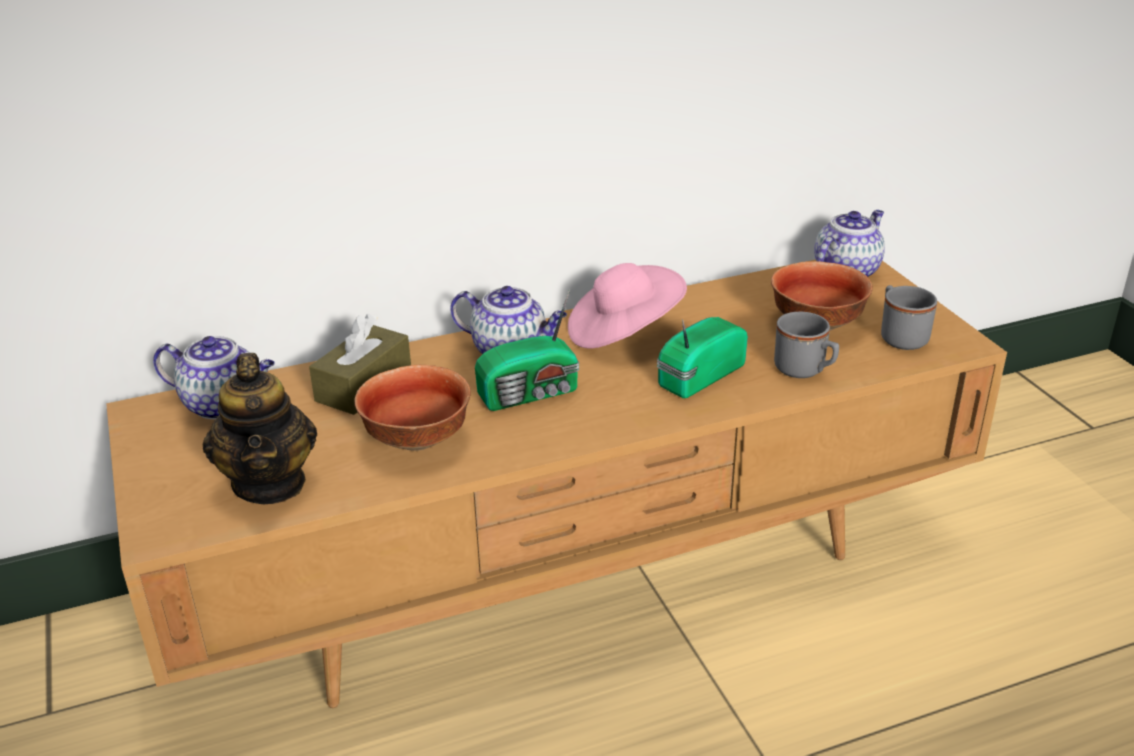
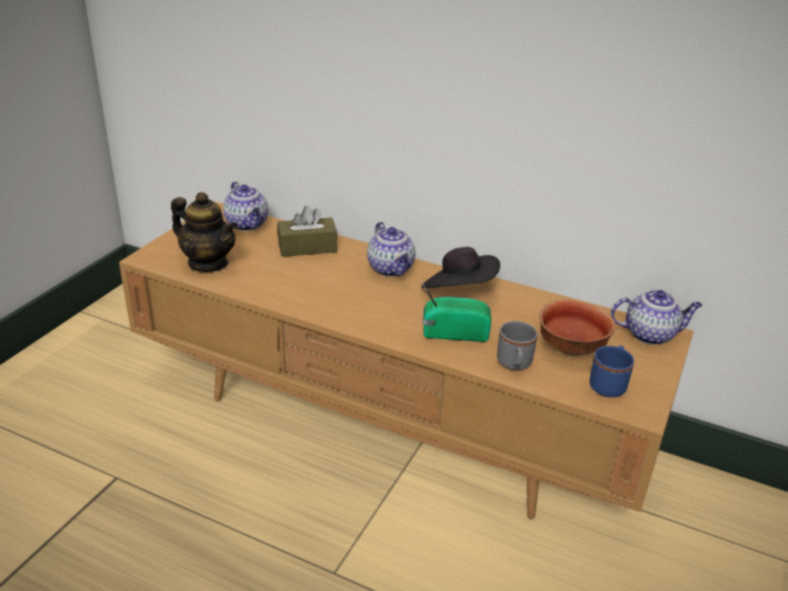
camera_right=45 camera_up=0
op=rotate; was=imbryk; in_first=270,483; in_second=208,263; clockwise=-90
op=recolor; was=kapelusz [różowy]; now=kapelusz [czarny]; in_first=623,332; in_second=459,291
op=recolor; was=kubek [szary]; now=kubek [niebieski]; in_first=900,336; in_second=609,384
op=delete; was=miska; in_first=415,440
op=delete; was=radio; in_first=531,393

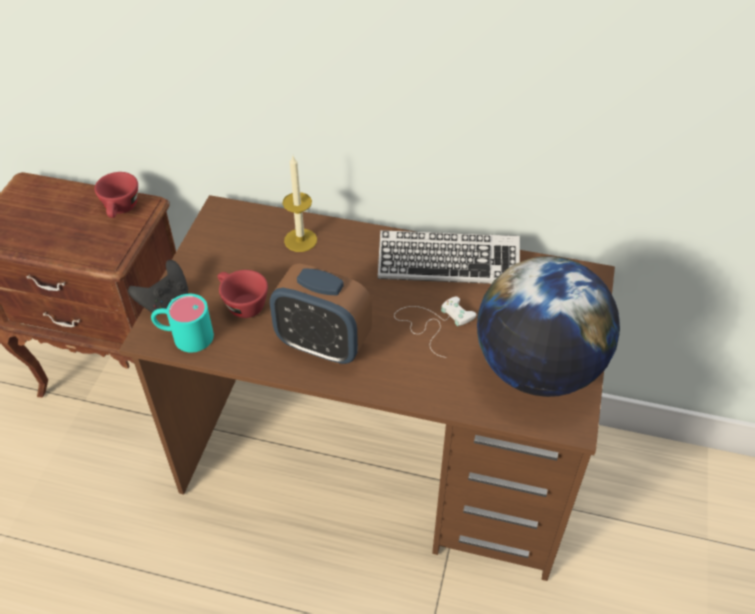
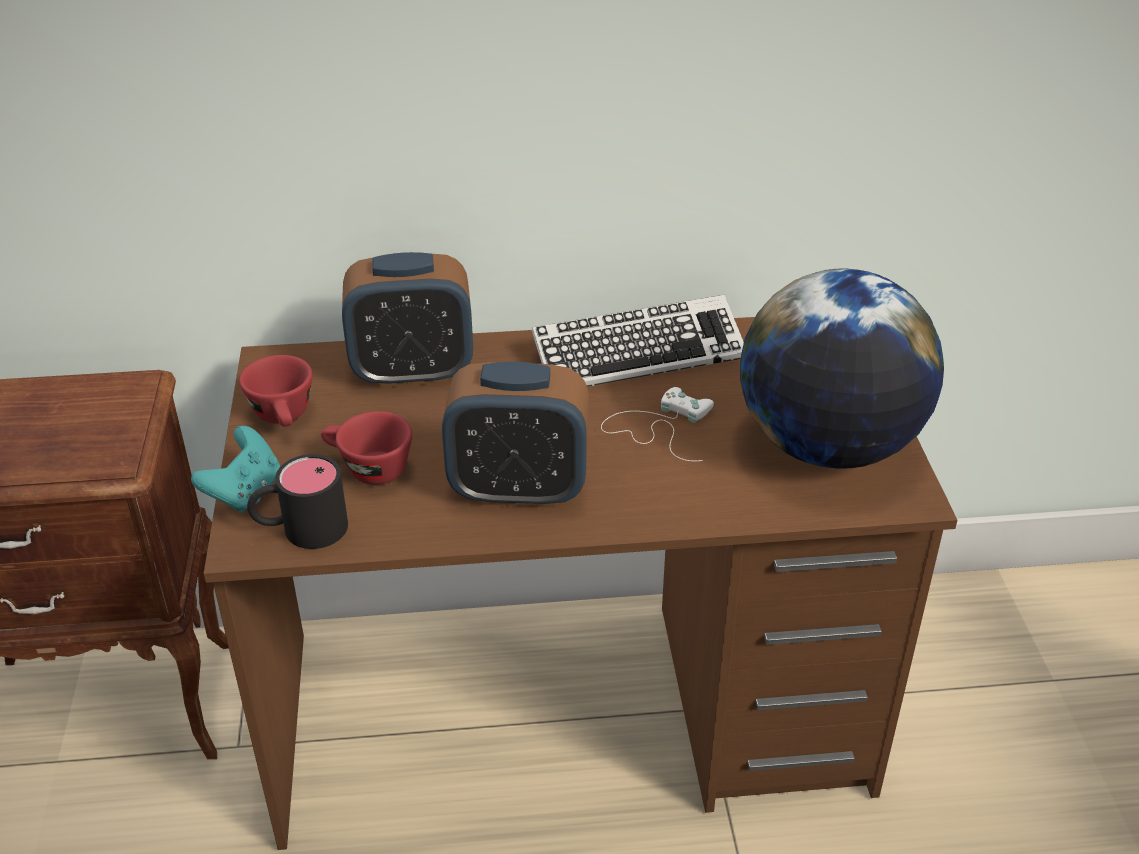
camera_right=-20 camera_up=-10
op=recolor; was=pad do gier [czarny]; now=pad do gier [turkusowy]; in_first=165,301; in_second=245,493
op=move; was=filiżanka [czerwony]; in_first=121,210; in_second=284,417
op=recolor; was=kubek [turkusowy]; now=kubek [czarny]; in_first=184,336; in_second=300,529
op=replace; was=świeca; now=budzik; in_first=300,240; in_second=413,372

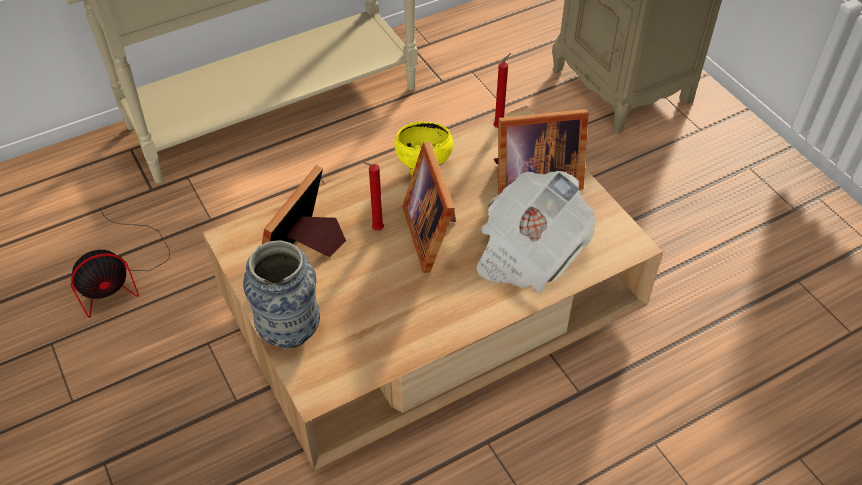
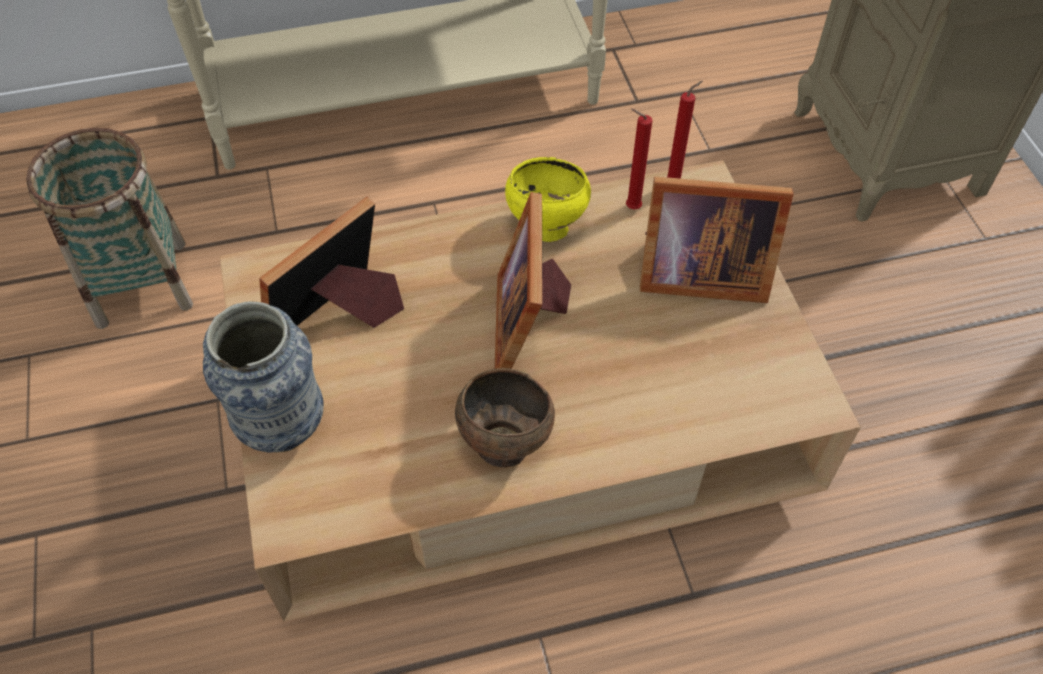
camera_right=15 camera_up=5
op=replace; was=wentylator; now=koszyk; in_first=120,276; in_second=141,283
op=insert; now=miska [brązowy]; in_second=503,443
op=move; was=świeca [czerwony]; in_first=376,229; in_second=630,208
op=delete; was=gazeta; in_first=528,251

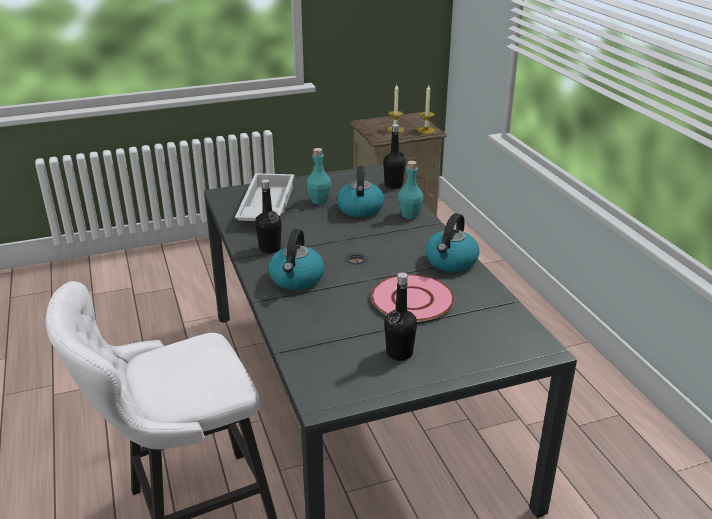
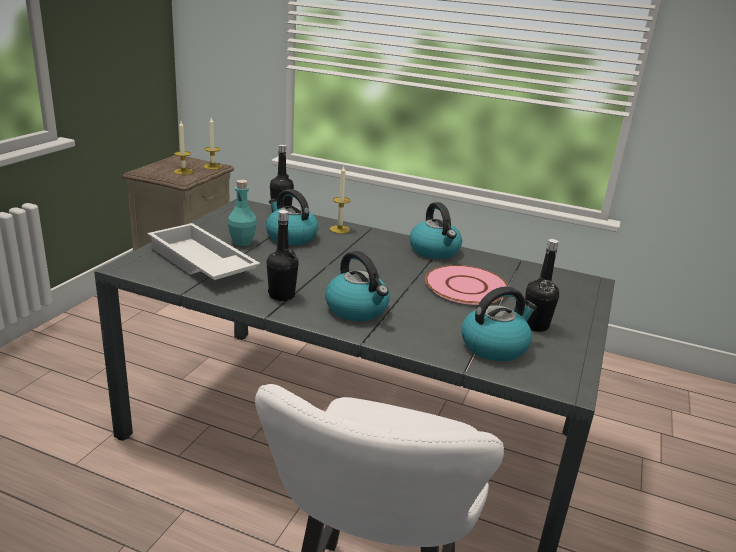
camera_right=-50 camera_up=-5
op=replace; was=butelka [turkusowy]; now=świeca; in_first=409,215; in_second=339,229
op=insert; now=czajnik; in_second=494,346

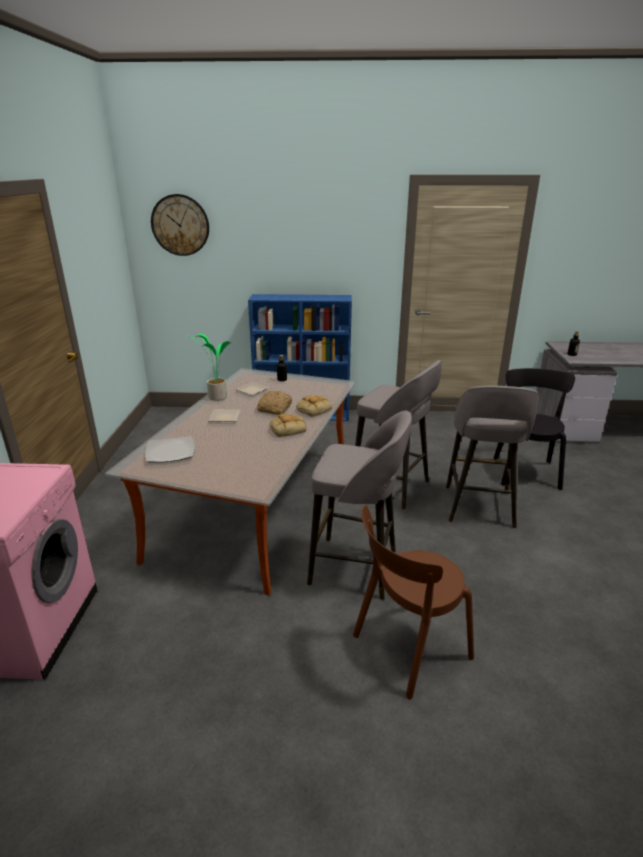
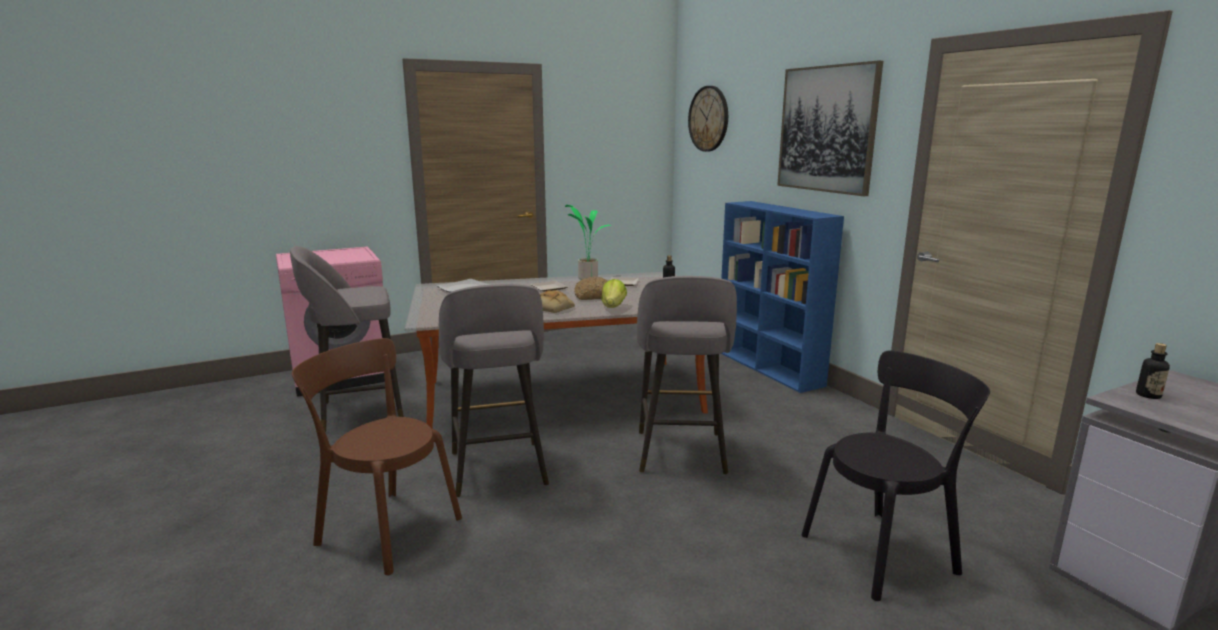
camera_right=60 camera_up=-10
op=move; was=stołek [szary]; in_first=479,508; in_second=359,412
op=replace; was=chleb; now=sałata; in_first=314,409; in_second=613,307
op=insert; now=obraz; in_second=827,129

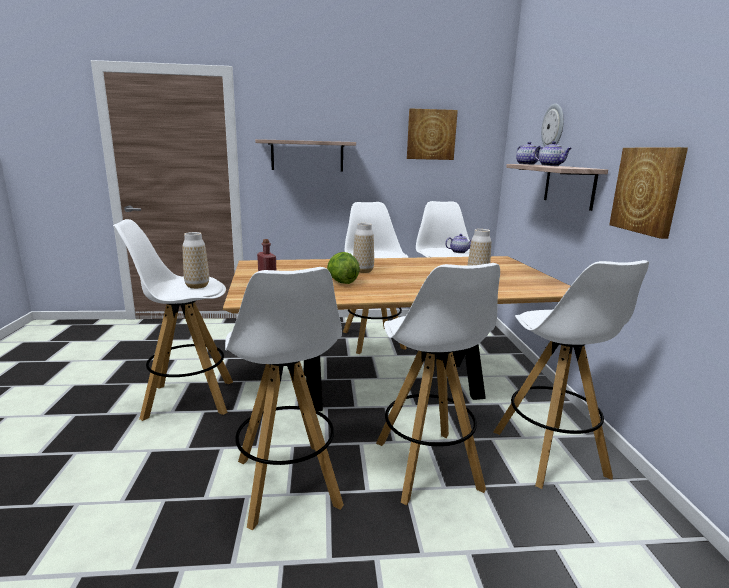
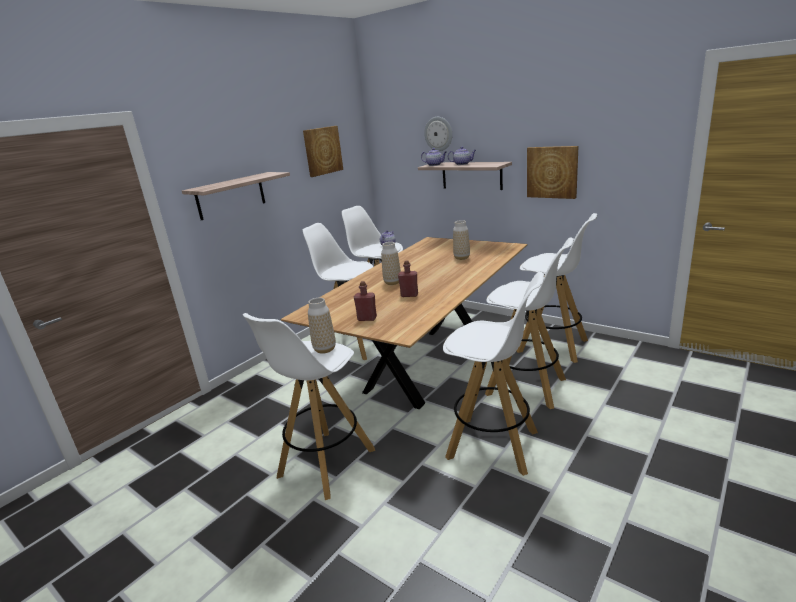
camera_right=-45 camera_up=5
op=replace; was=sałata; now=butelka [czerwony]; in_first=342,282; in_second=409,295

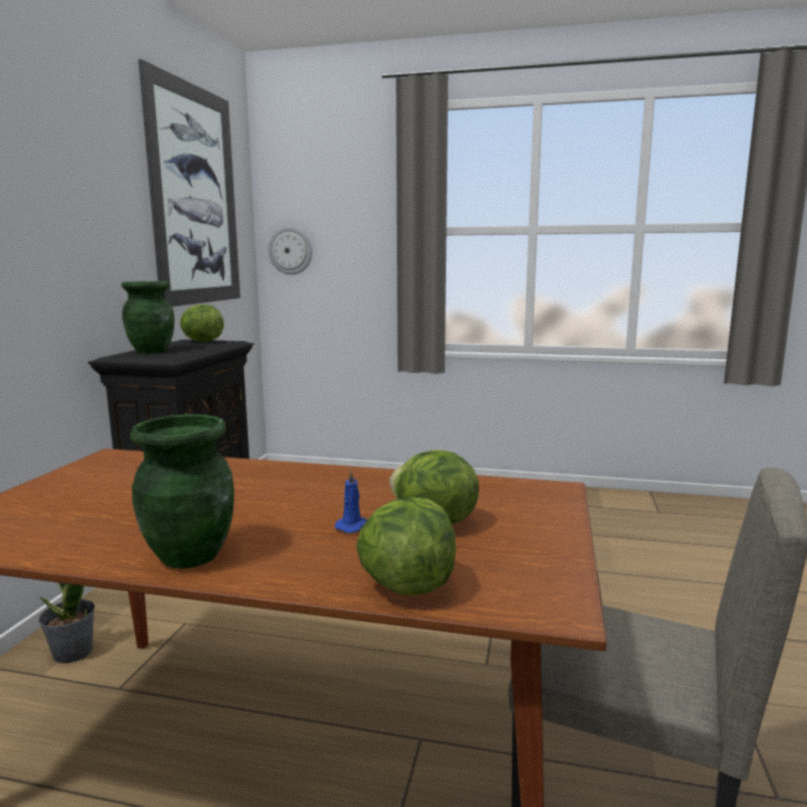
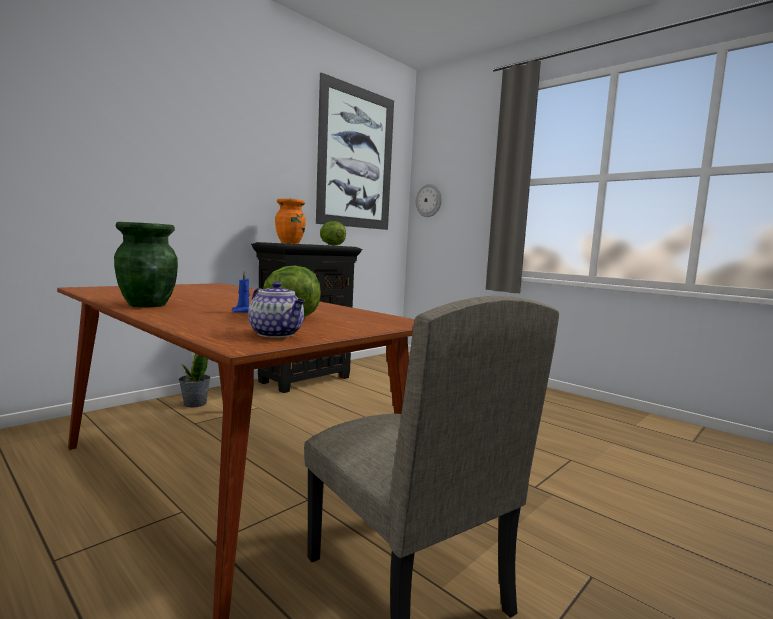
camera_right=30 camera_up=-5
op=insert; now=imbryk; in_second=277,334
op=recolor; was=wazon [zielony]; now=wazon [pomarańczowy]; in_first=152,351; in_second=290,243
op=delete; was=sałata; in_first=407,585

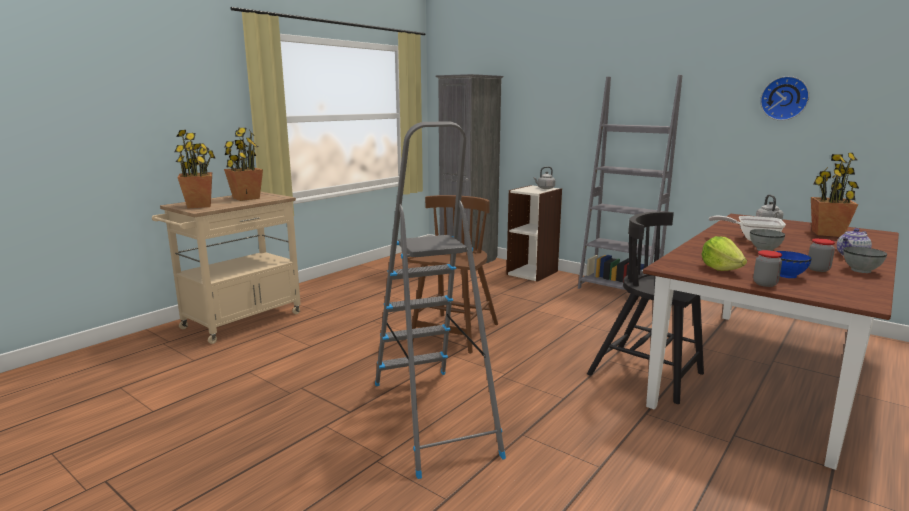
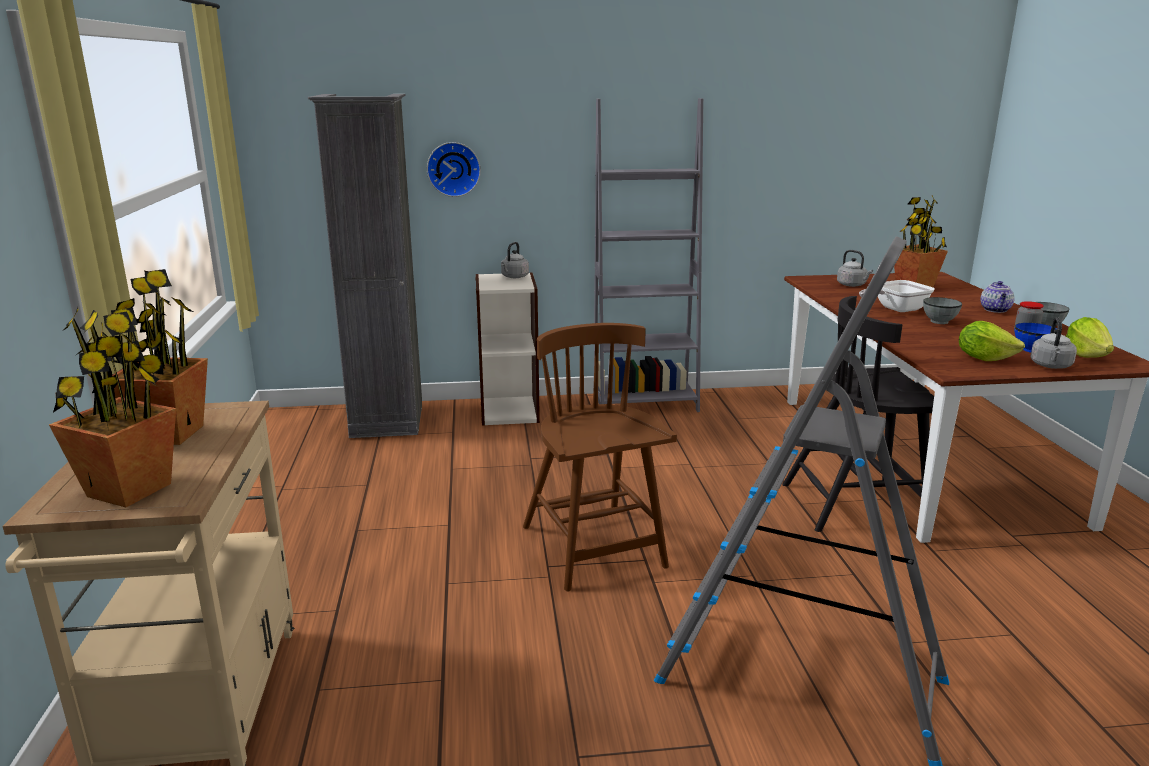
camera_right=-45 camera_up=5
op=move; was=zegar ścienny; in_first=784,98; in_second=453,169
op=replace; was=słoik; now=czajnik [szary]; in_first=765,284; in_second=1051,366
op=insert; now=sałata; in_second=1086,355

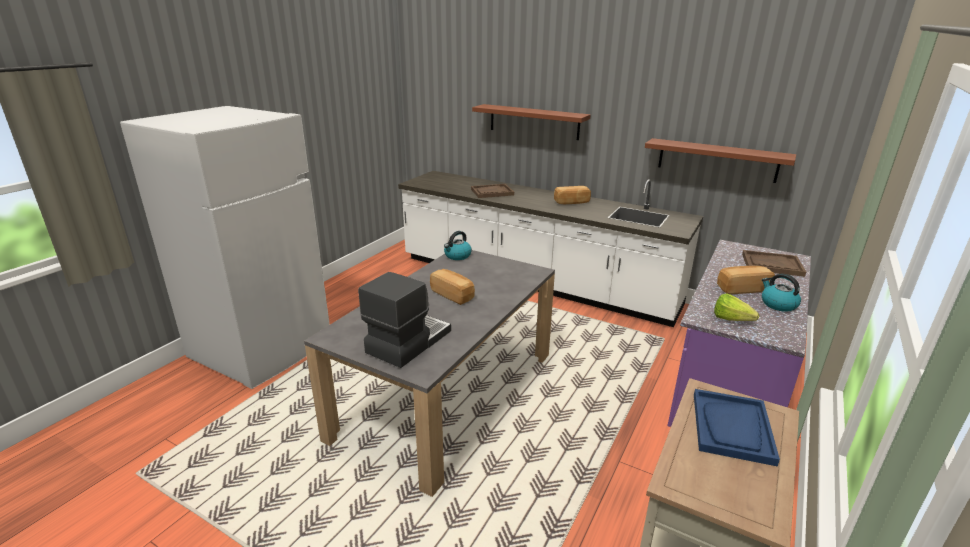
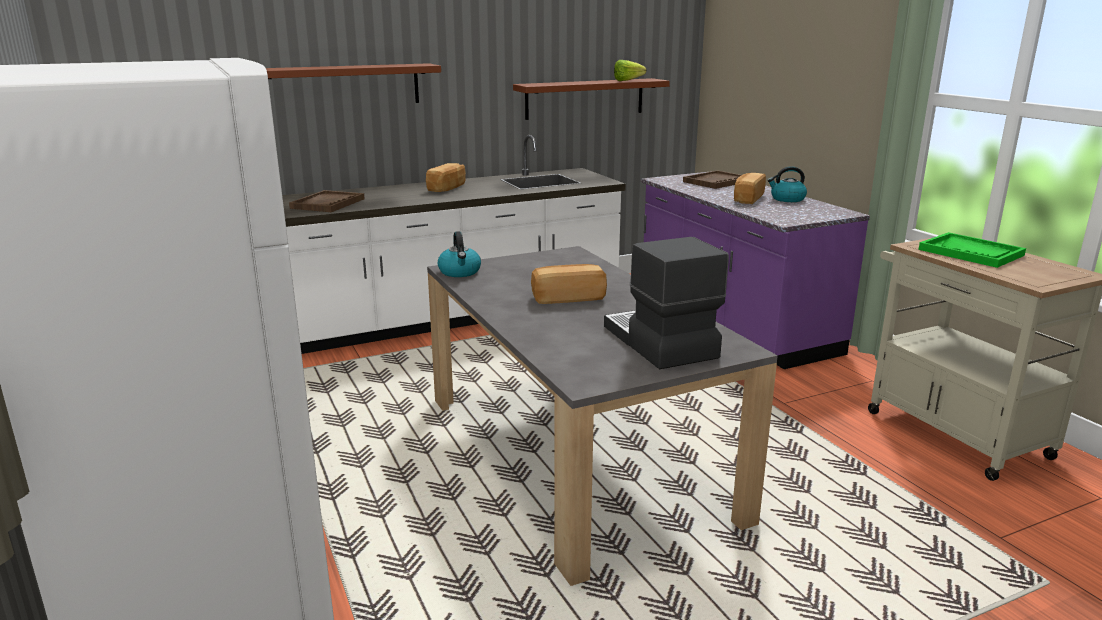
camera_right=-55 camera_up=-5
op=move; was=sałata; in_first=734,321; in_second=630,81
op=recolor; was=taca [niebieski]; now=taca [zielony]; in_first=732,428; in_second=971,252

